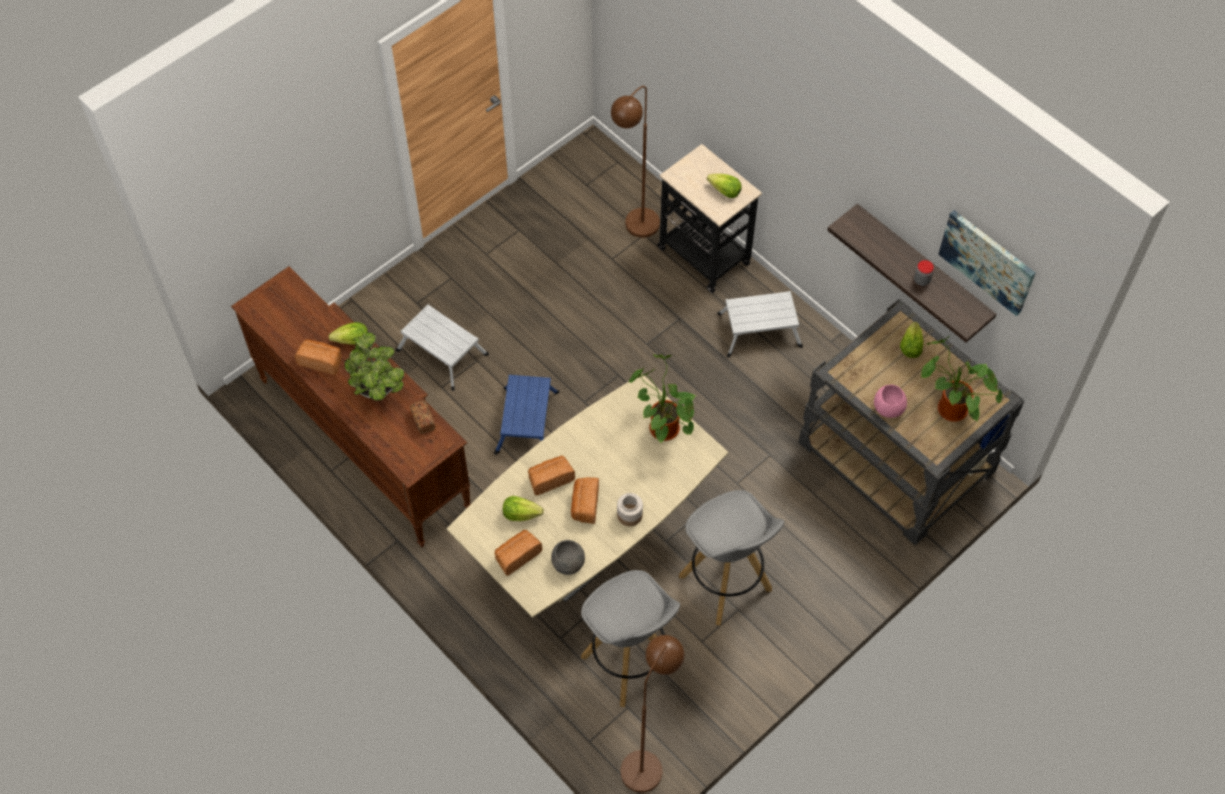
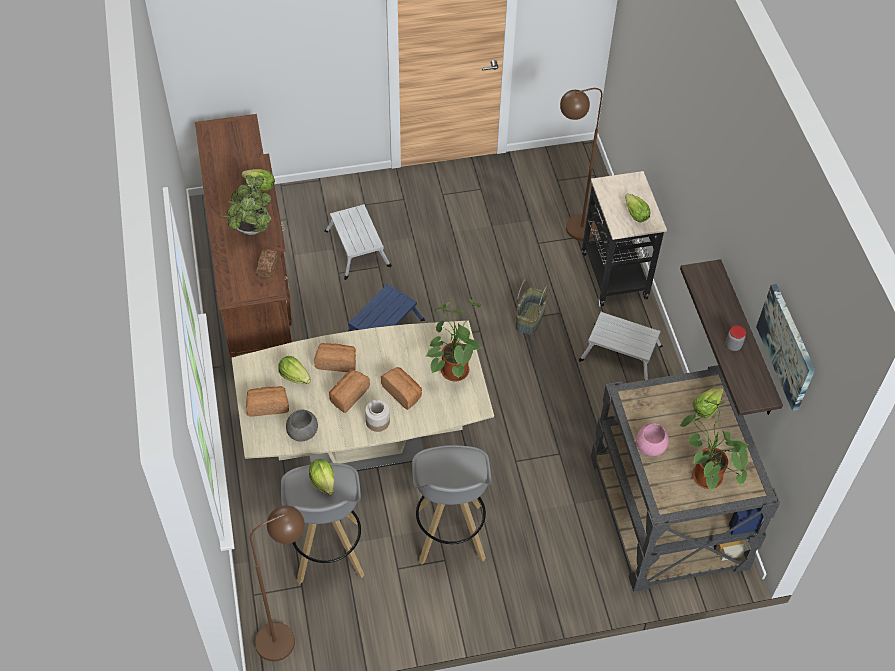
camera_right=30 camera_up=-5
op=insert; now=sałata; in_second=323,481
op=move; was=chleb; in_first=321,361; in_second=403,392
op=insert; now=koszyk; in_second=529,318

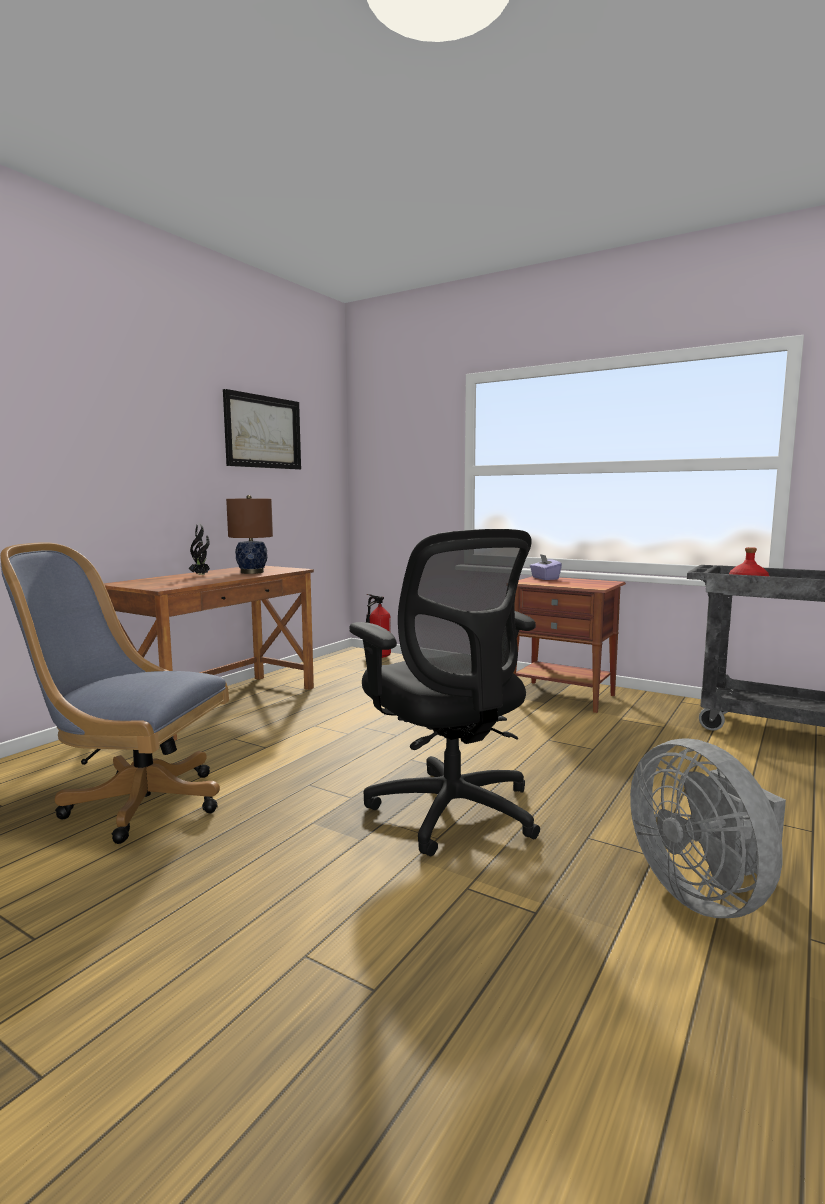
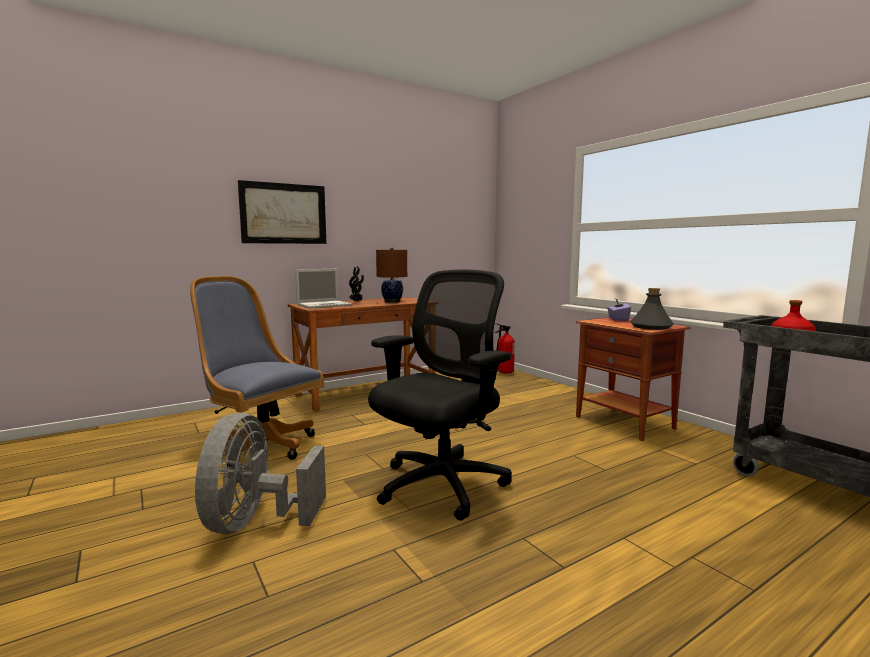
camera_right=25 camera_up=0
op=move; was=wentylator [szary]; in_first=704,894; in_second=255,522
op=move; was=obraz; in_first=263,432; in_second=283,213
op=insert; now=laptop; in_second=325,305
op=rotate; was=krzesło biurowe [czarny]; in_first=445,807; in_second=438,489; clockwise=-135
op=insert; now=butelka [szary]; in_second=651,327

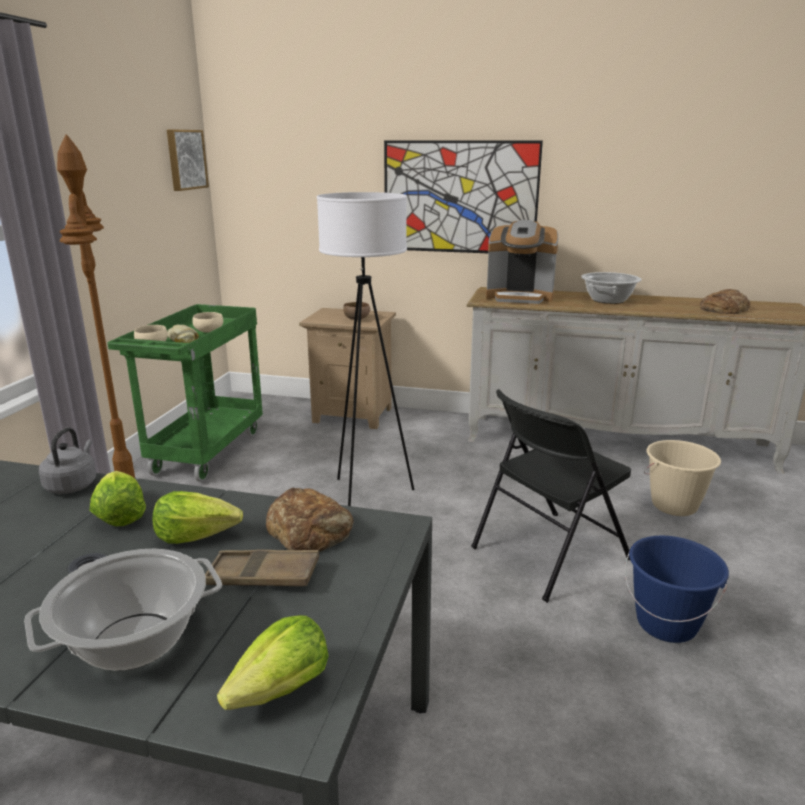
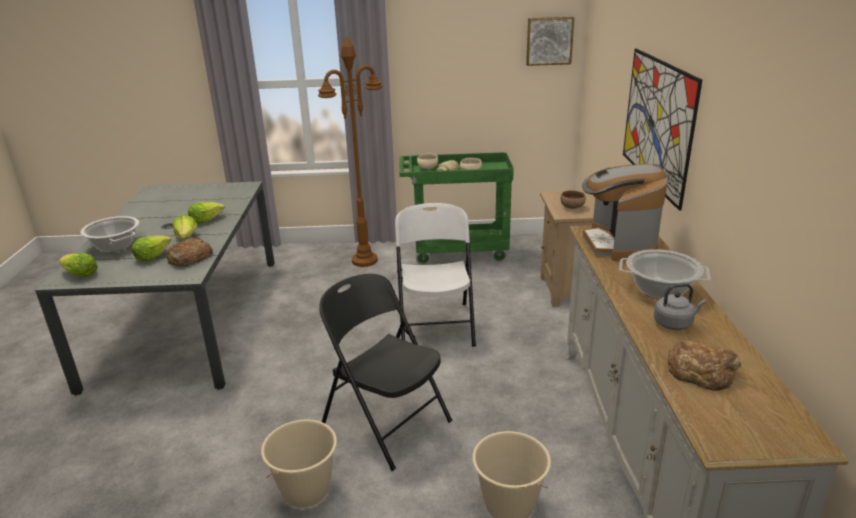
camera_right=75 camera_up=5
op=replace; was=taca [brązowy]; now=sałata; in_first=262,576; in_second=152,256
op=recolor; was=wiadro [niebieski]; now=wiadro [beżowy]; in_first=666,624; in_second=306,490
op=replace; was=lampa stojąca [biały]; now=krzesło [biały]; in_first=368,495; in_second=436,326
op=move; was=czajnik [szary]; in_first=73,485; in_second=674,323

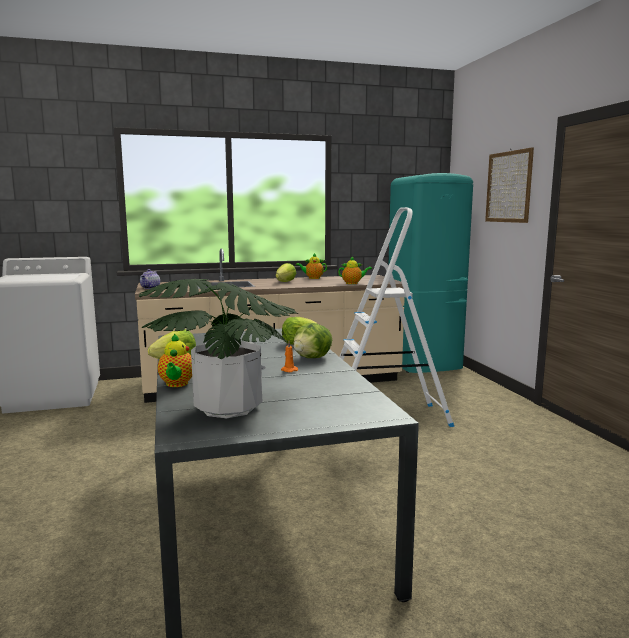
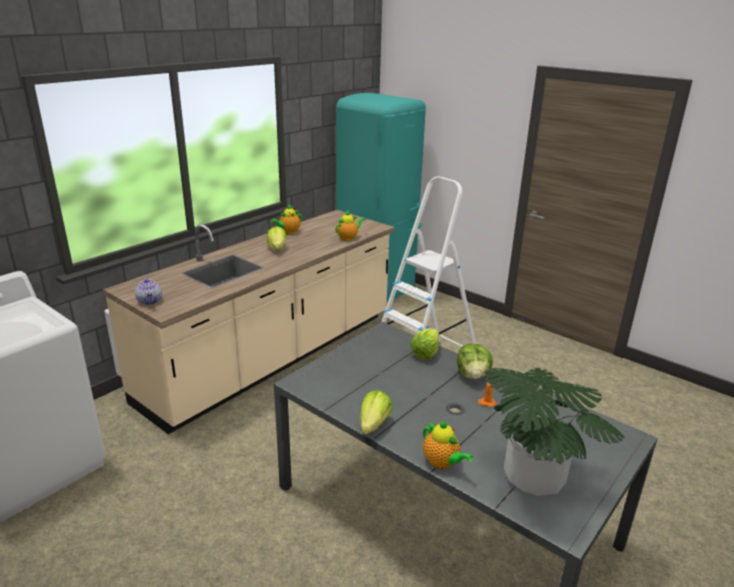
camera_right=-35 camera_up=15
op=delete; was=obraz; in_first=509,185

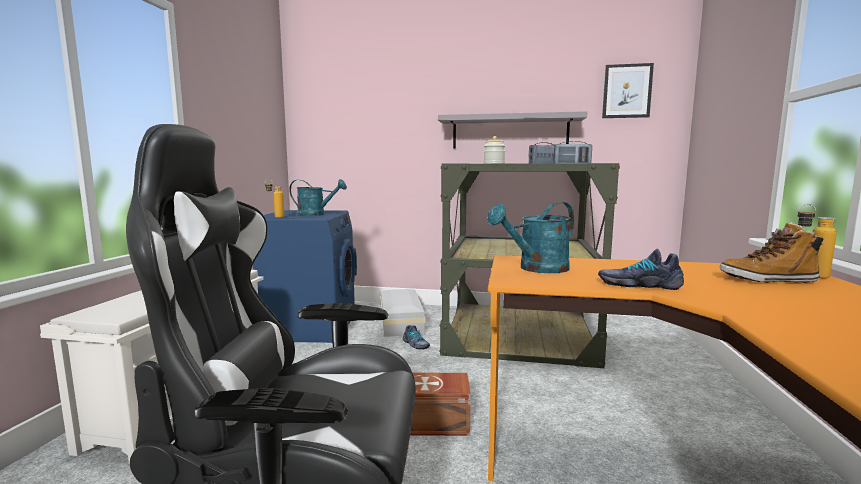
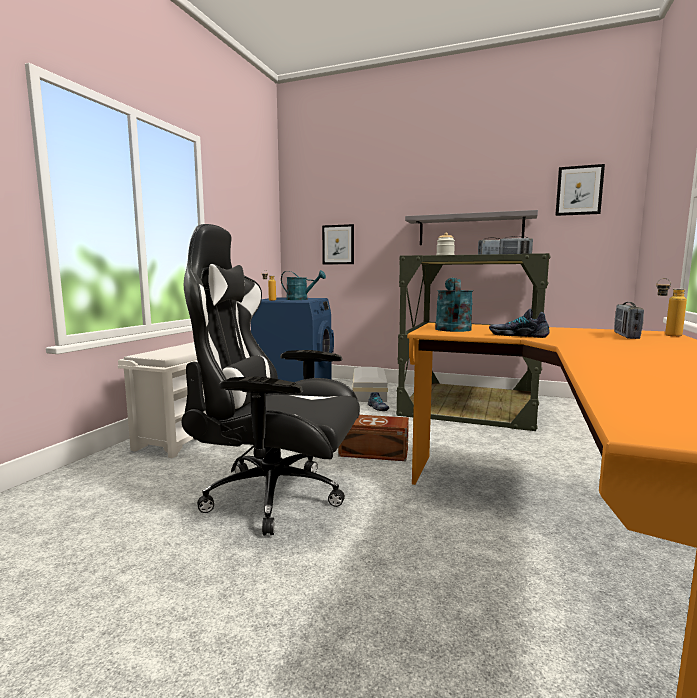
camera_right=10 camera_up=0
op=insert; now=obraz; in_second=338,244
op=rotate; was=konewka [turkusowy]; in_first=537,269; in_second=452,328; clockwise=120
op=replace; was=but z cholewką; now=radio; in_first=767,280; in_second=626,336

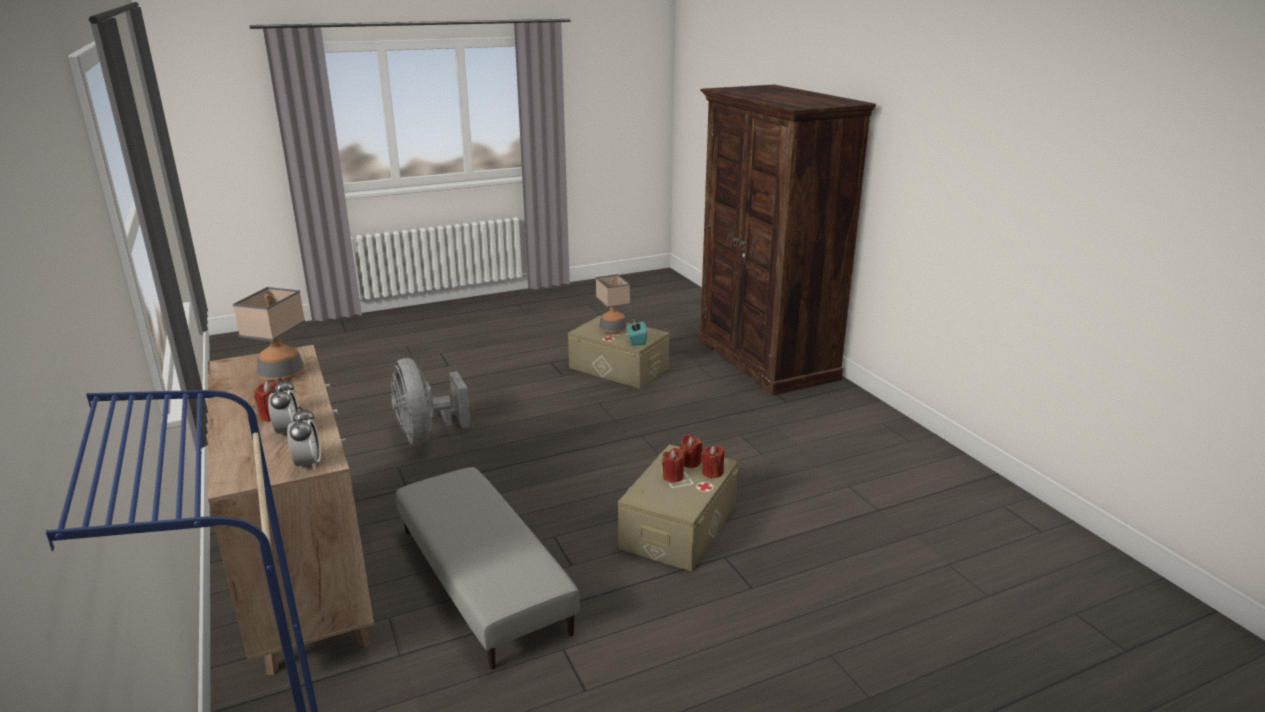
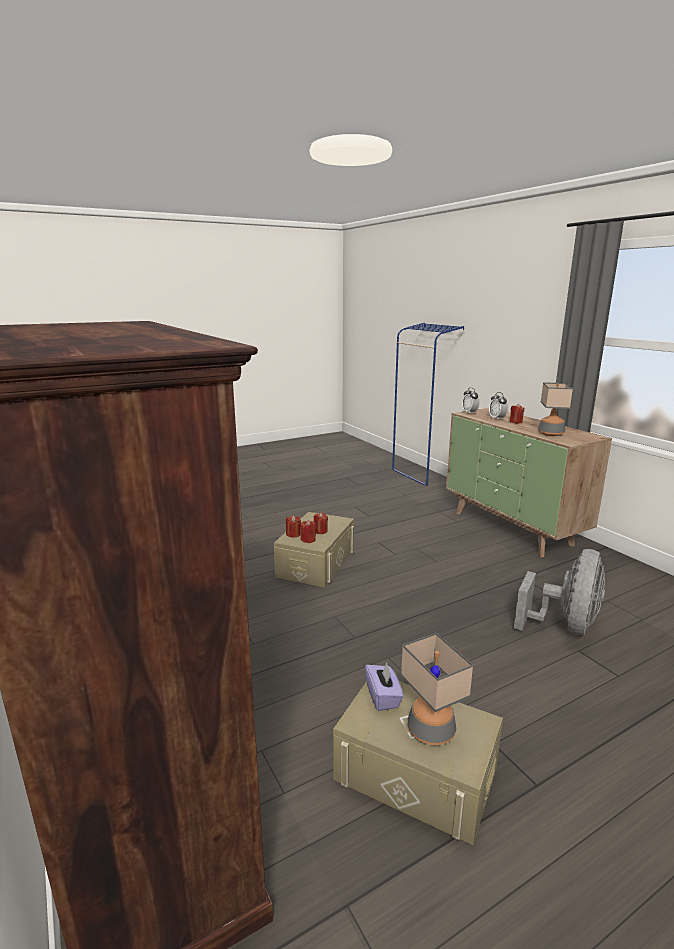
camera_right=175 camera_up=-5
op=recolor; was=pudełko chusteczek [turkusowy]; now=pudełko chusteczek [fioletowy]; in_first=636,341; in_second=383,697
op=rotate; was=wentylator [szary]; in_first=426,435; in_second=565,626; clockwise=60
op=delete; was=pufa [szary]; in_first=482,579

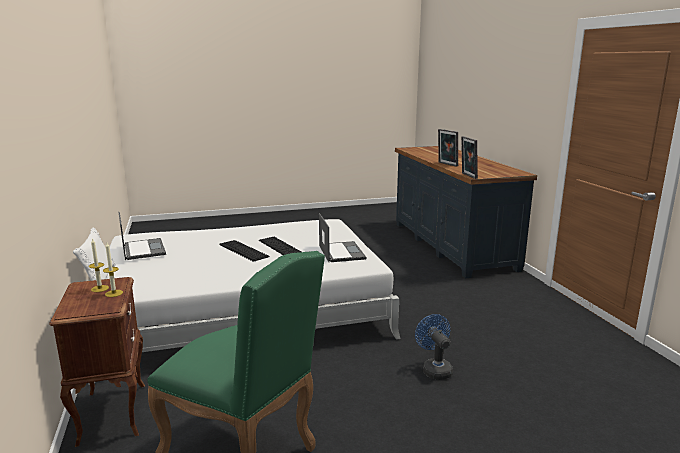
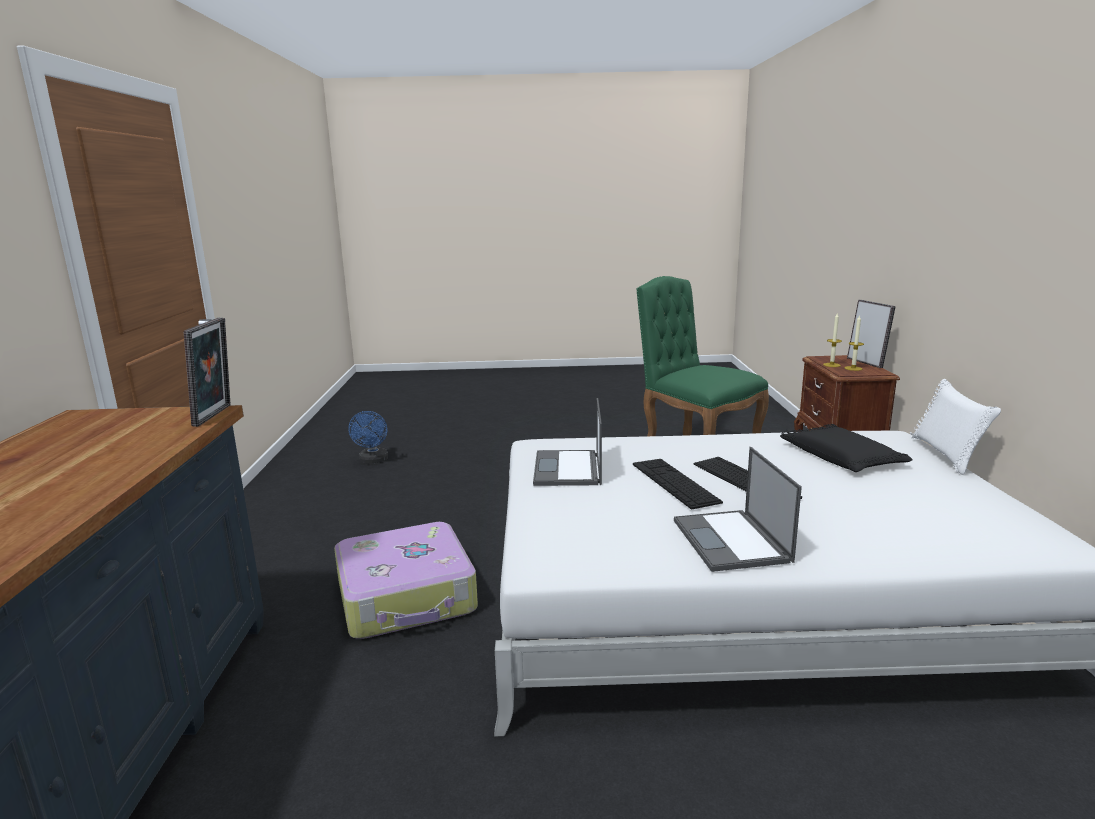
camera_right=-165 camera_up=0
op=insert; now=walizka; in_second=407,596
op=move; was=wentylator [niebieski]; in_first=434,369; in_second=373,461
op=move; was=laptop; in_first=143,249; in_second=732,541
op=insert; now=poduszka [czarny]; in_second=841,456
op=move; was=ramka na zdjęcie; in_first=447,164; in_second=866,362

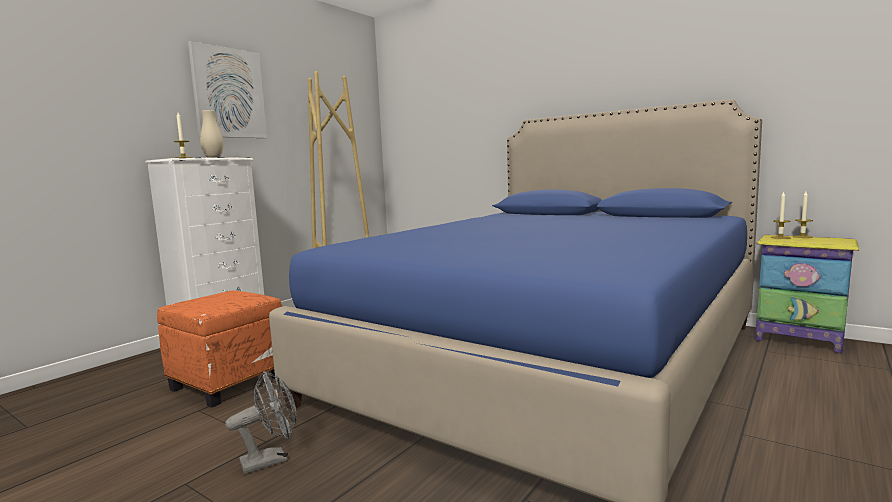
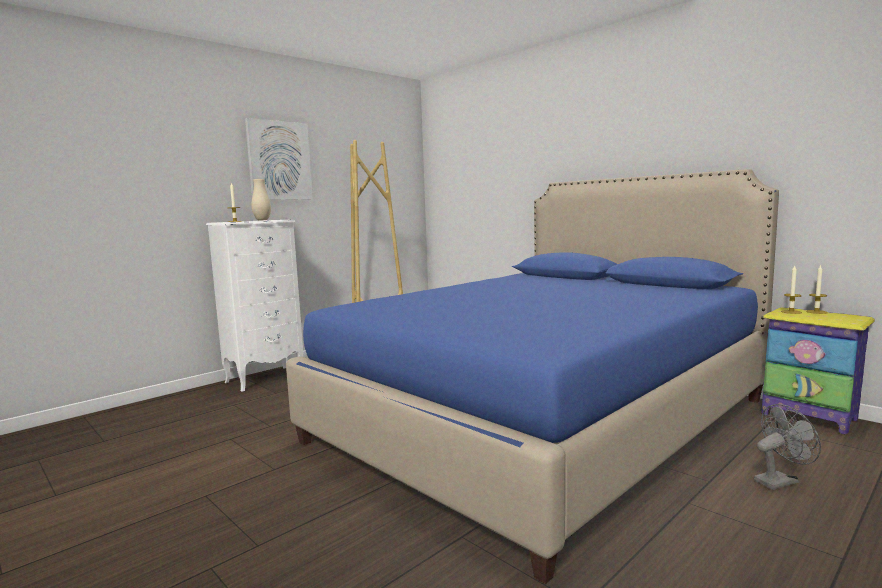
camera_right=10 camera_up=0
op=move; was=wentylator [szary]; in_first=271,459; in_second=780,480
op=delete; was=pufa [pomarańczowy]; in_first=229,382

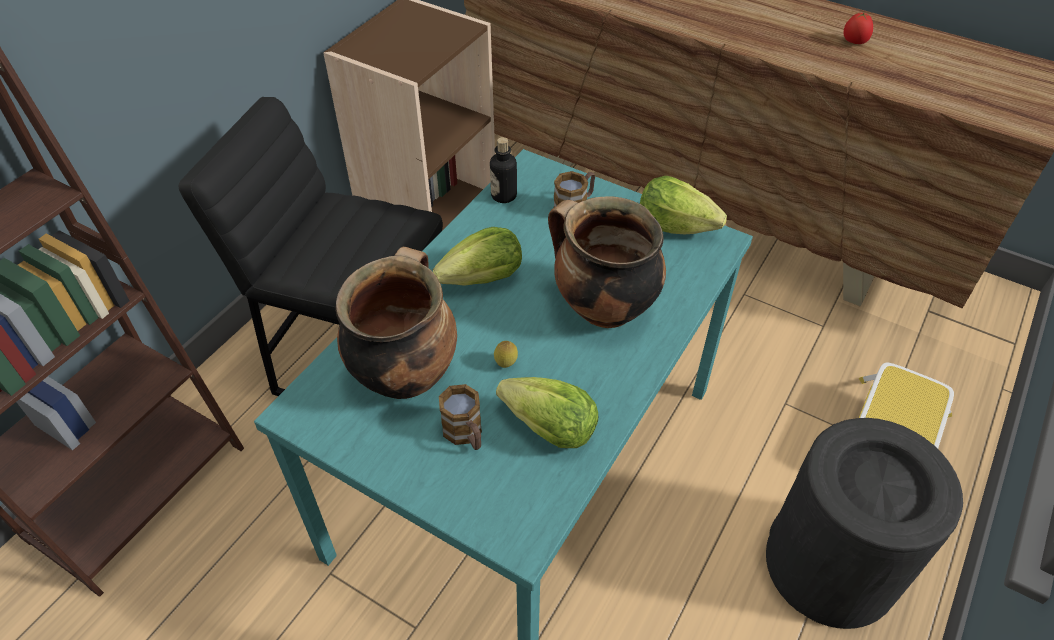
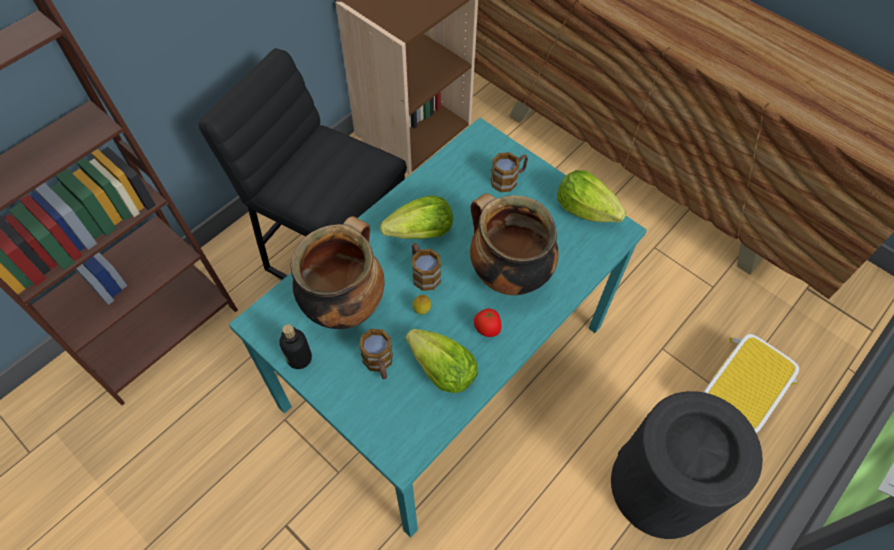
camera_right=10 camera_up=10
op=move; was=butelka; in_first=504,195; in_second=299,358
op=insert; now=kubek; in_second=423,273
op=move; was=pomidor; in_first=854,42; in_second=486,330

